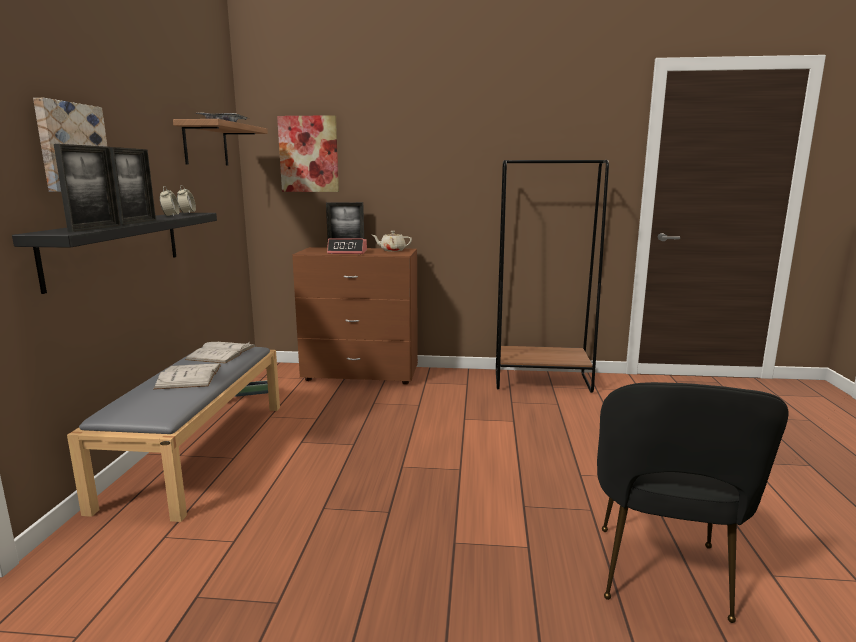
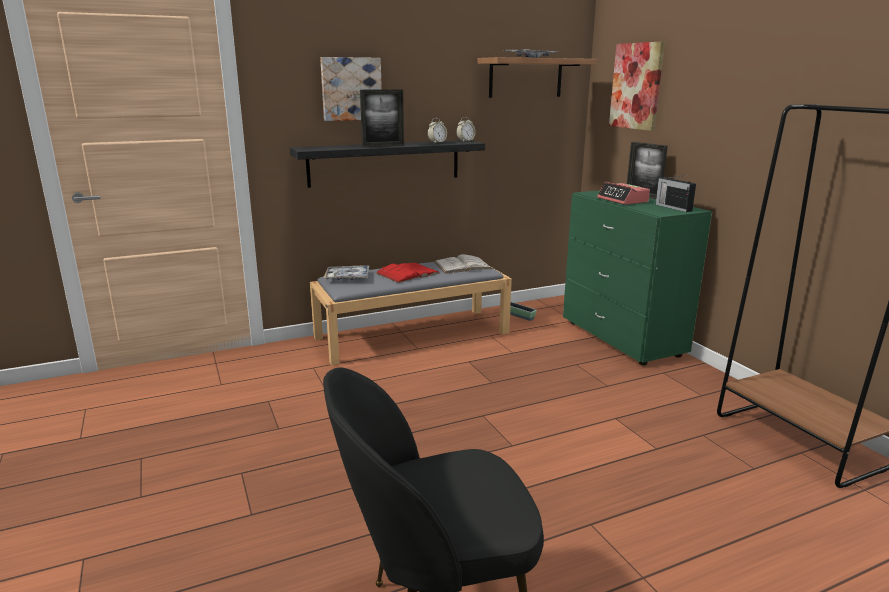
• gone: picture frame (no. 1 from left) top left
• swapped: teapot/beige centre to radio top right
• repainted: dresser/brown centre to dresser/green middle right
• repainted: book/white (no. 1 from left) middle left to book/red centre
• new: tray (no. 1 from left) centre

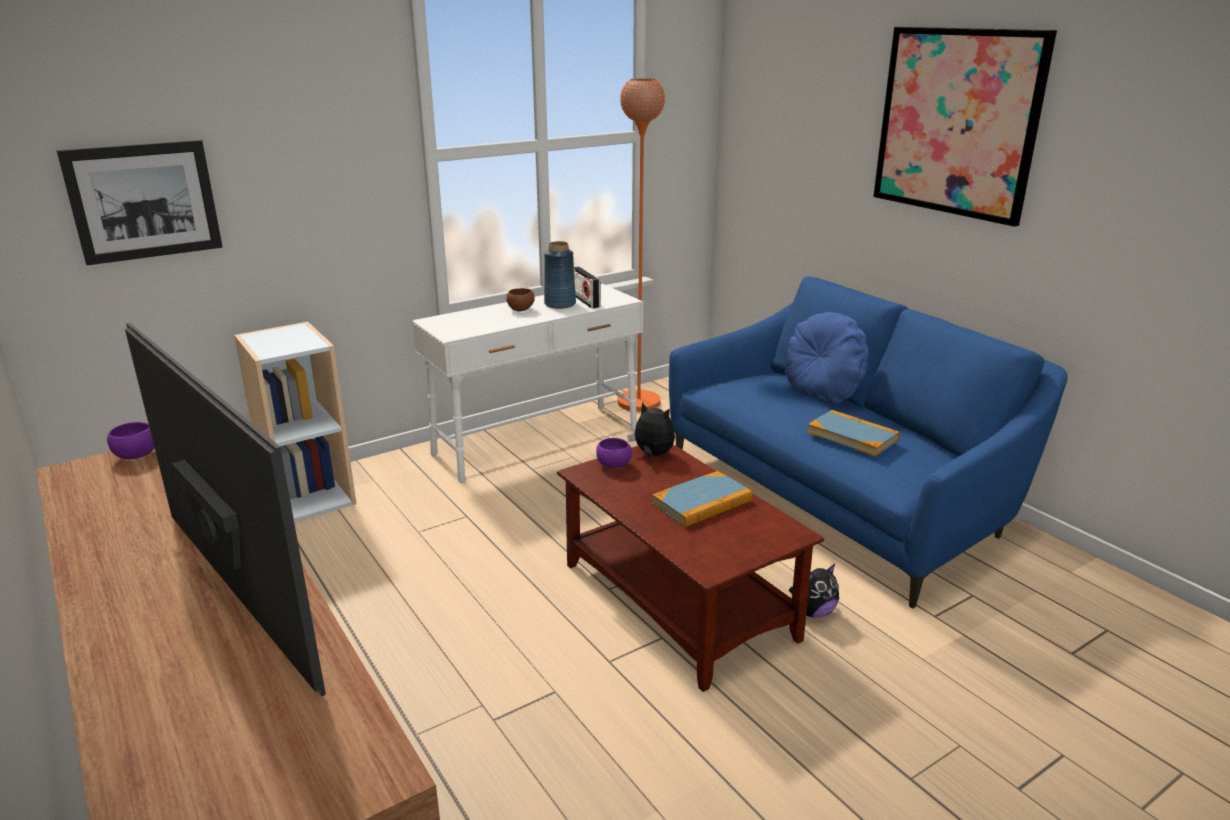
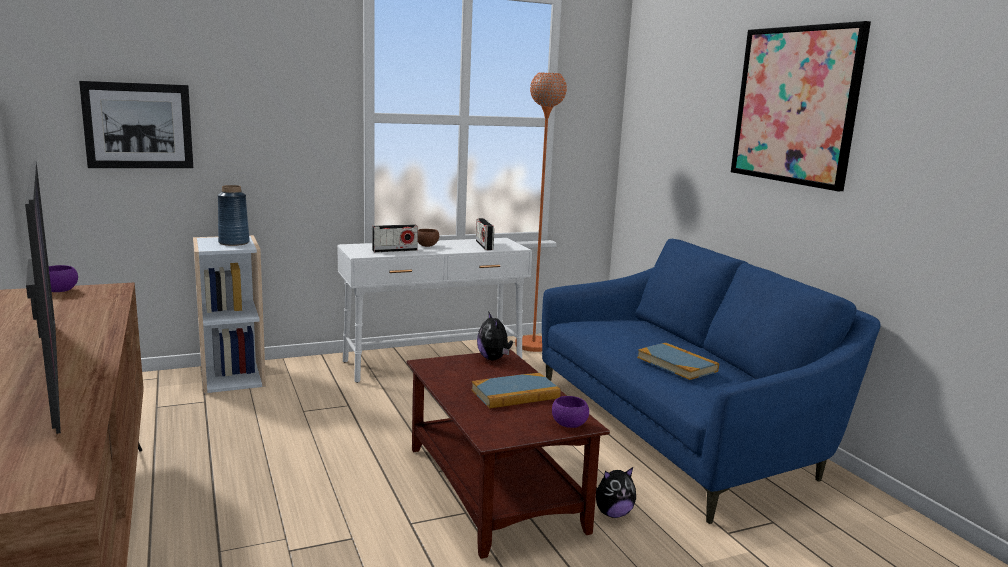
• shifted: vase/blue centre to middle left
• gone: pillow/blue middle right
• rotated: plush toy (no. 1 from left) centre = centre 150 degrees counterclockwise
• shifted: bowl/purple (no. 2 from left) centre to bottom centre
• new: radio (no. 1 from left) centre

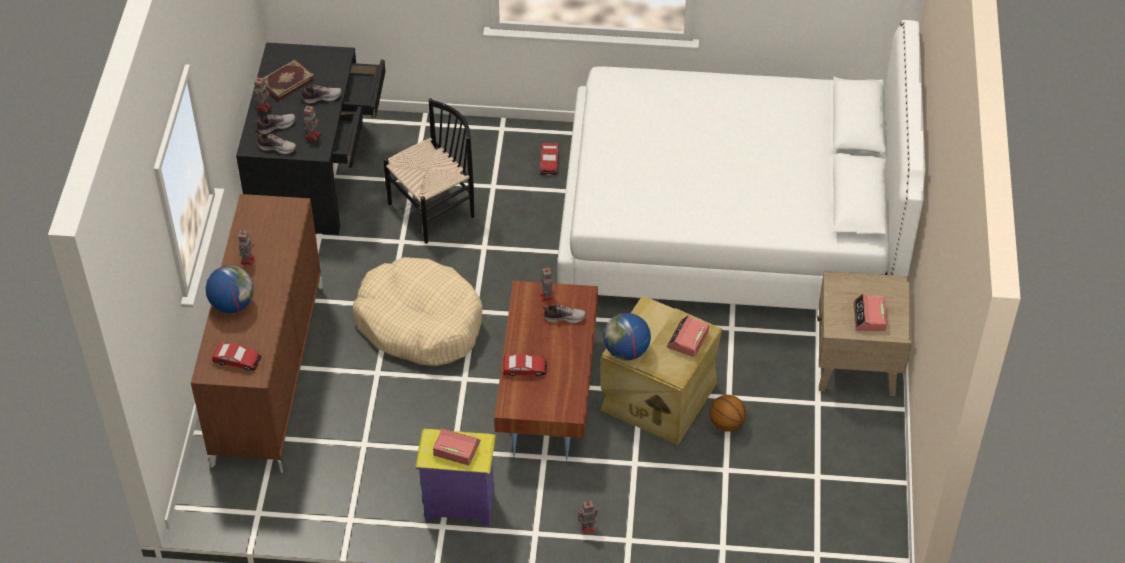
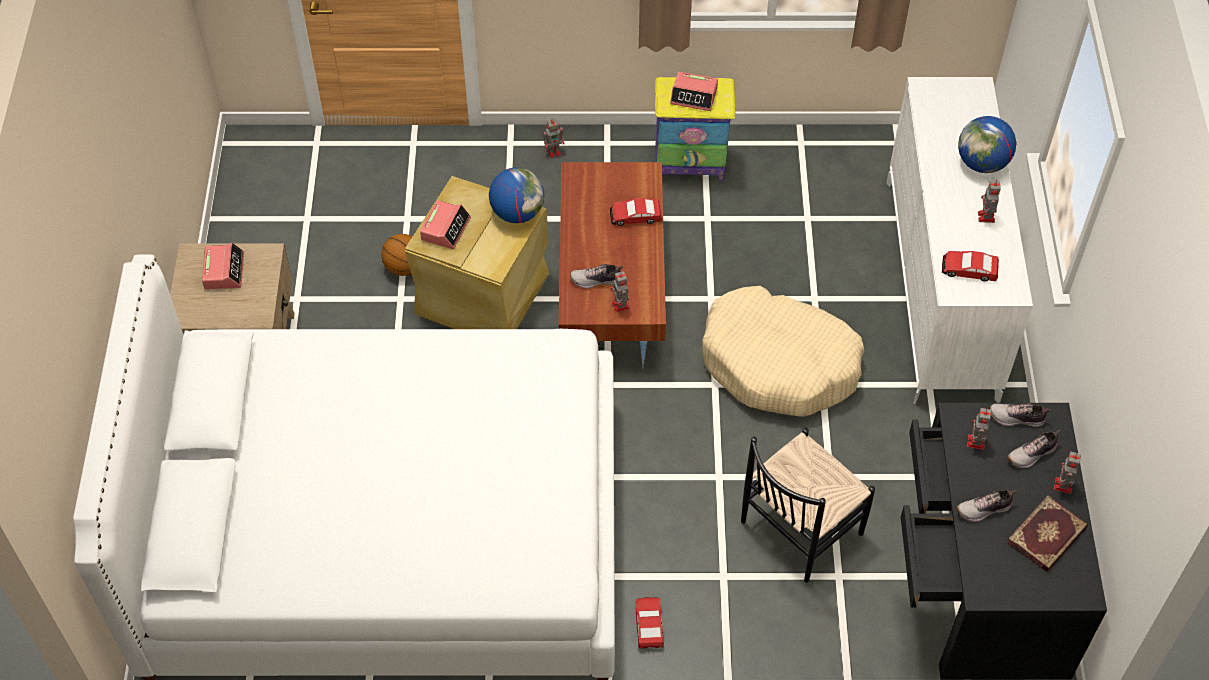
• repainted: dresser/brown middle left to dresser/white middle right
• shifted: toy car (no. 1 from left in the first image) middle left to toy car (no. 3 from left) middle right

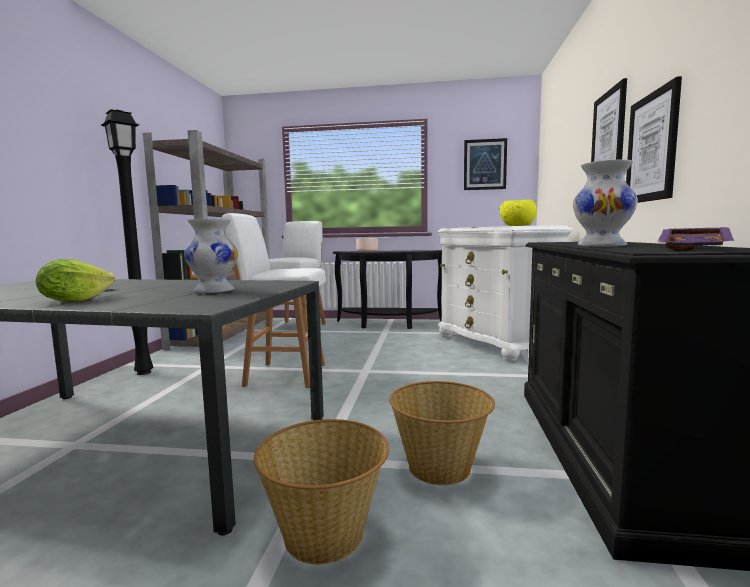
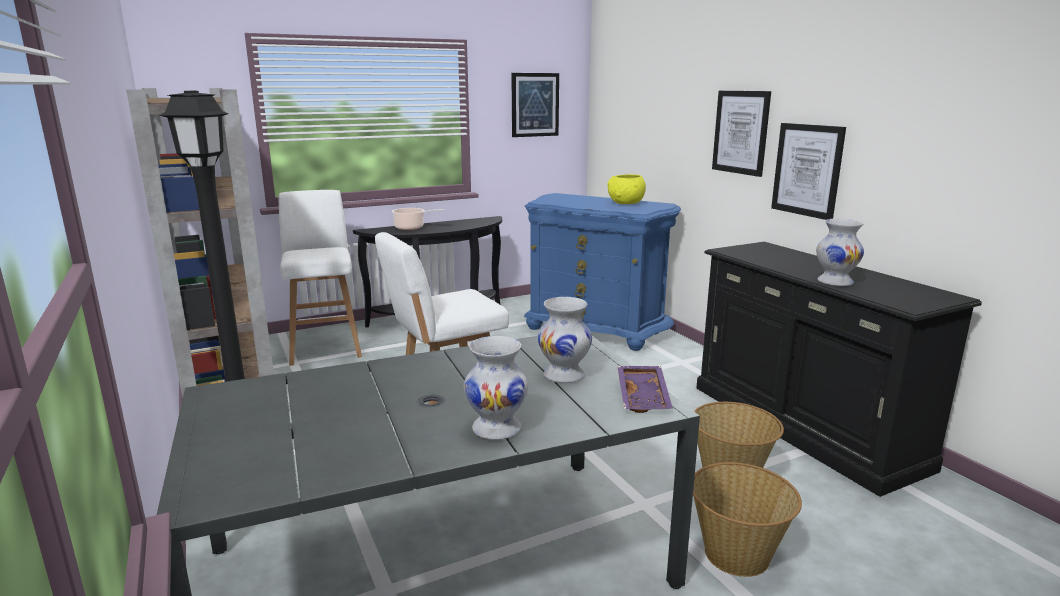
• repainted: dresser/white middle right to dresser/blue centre
• shifted: tray/purple middle right to centre
• swapped: lettuce middle left to vase/white (no. 1 from left) centre

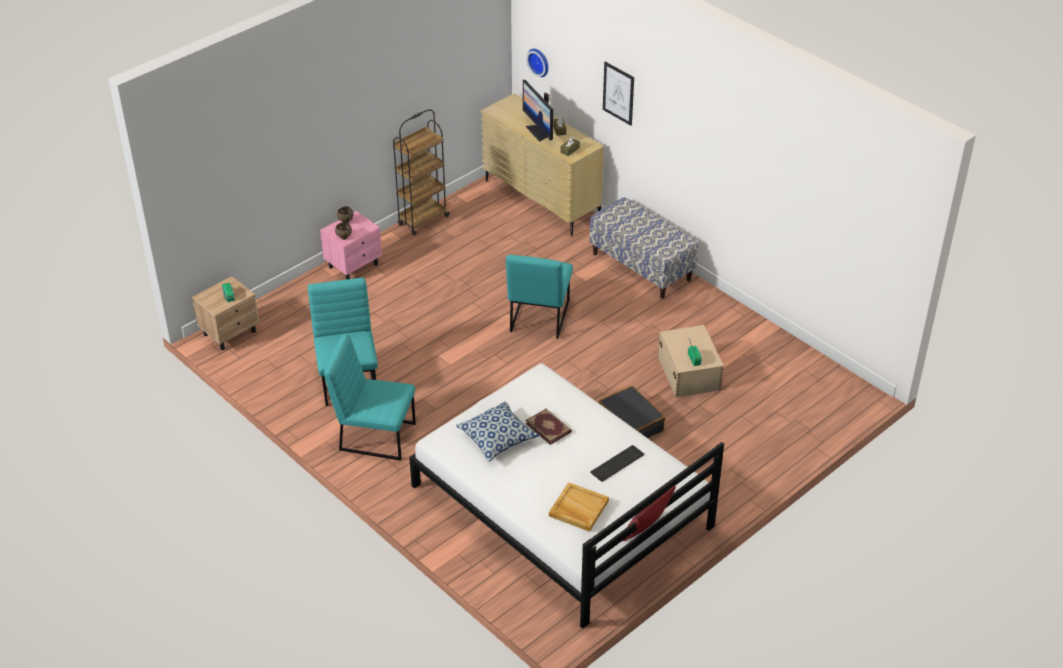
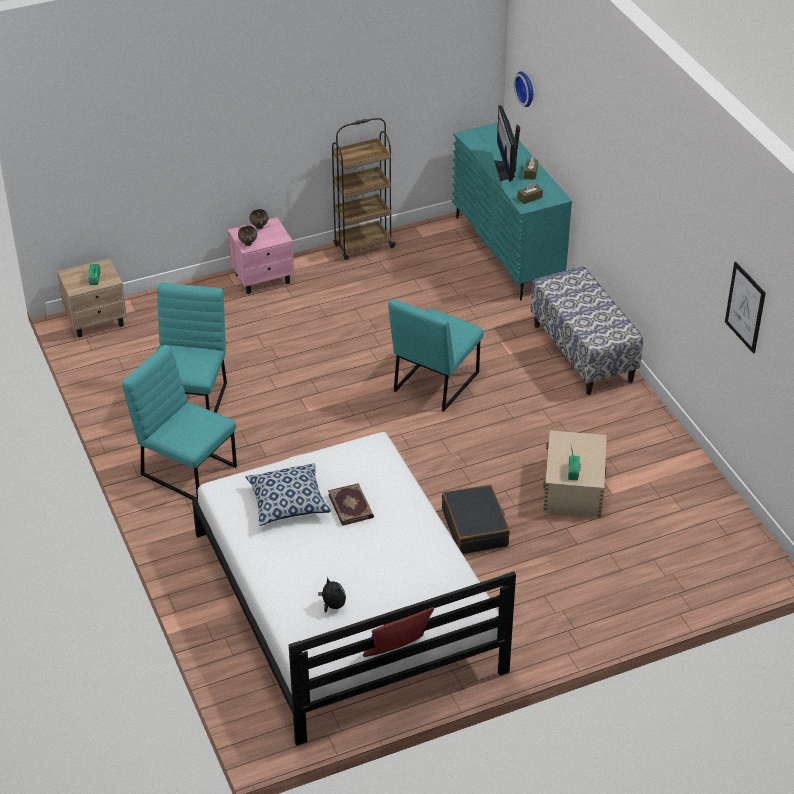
• shifted: picture top centre to middle right
• repainted: dresser/beige top centre to dresser/turquoise top centre
• gone: keyboard bottom centre
• swapped: tray/beige bottom centre to plush toy bottom centre

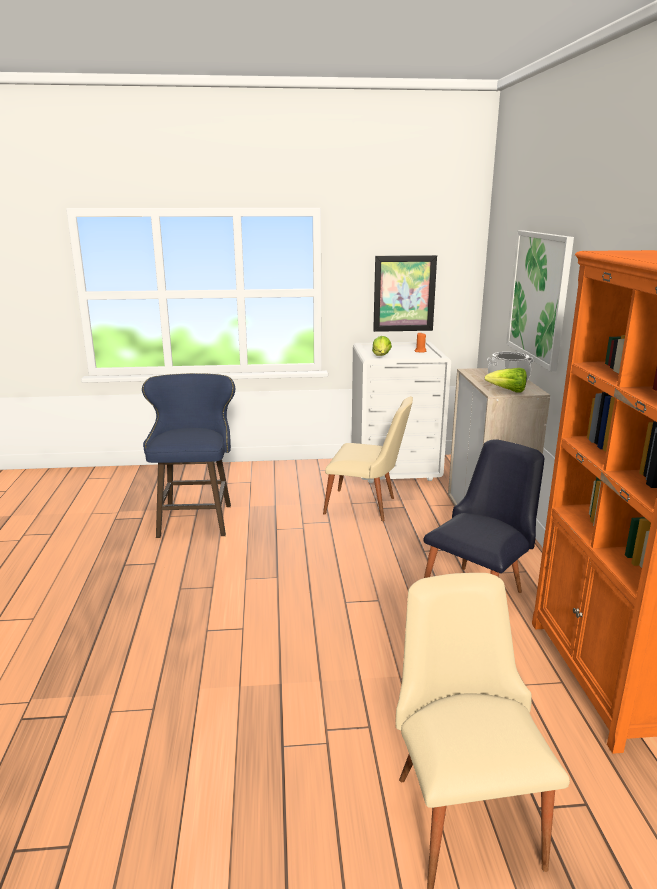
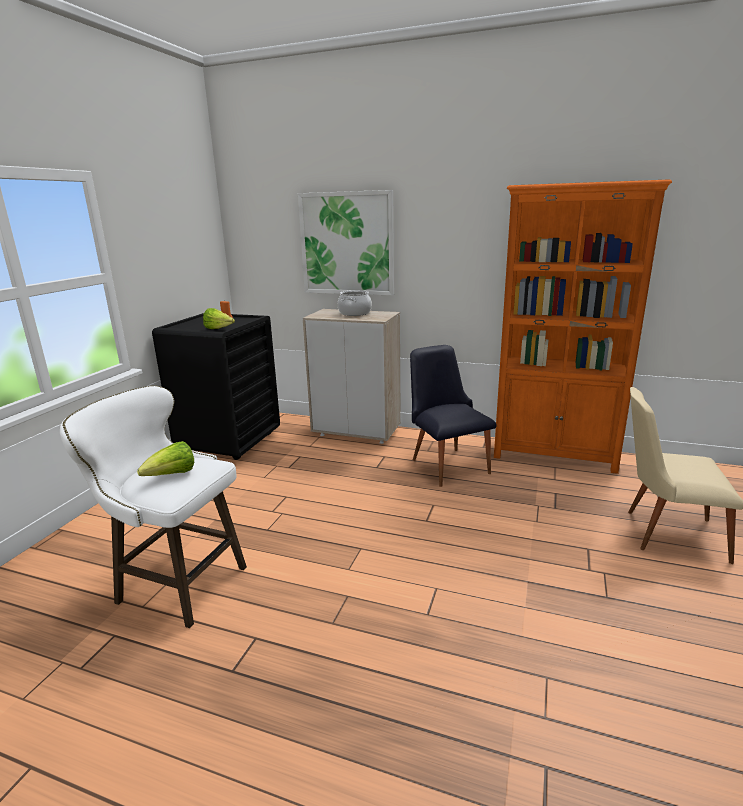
• gone: picture (no. 1 from left) top centre
• repainted: dresser/white centre to dresser/black middle left
• shifted: lettuce (no. 2 from left in the first image) middle right to lettuce (no. 1 from left) middle left
• repainted: stool/blue middle left to stool/white middle left
• gone: chair/beige (no. 1 from left) centre

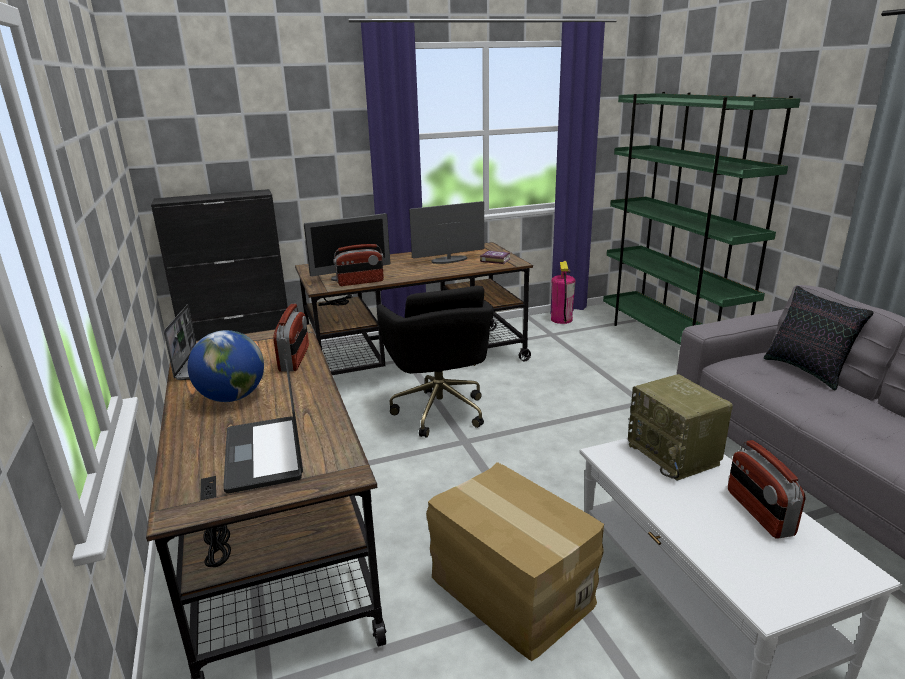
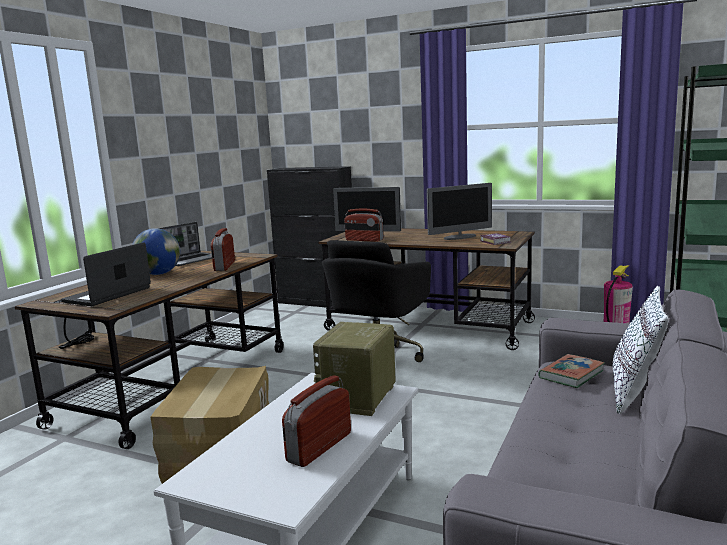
• rotated: monitor (no. 2 from left) centre = centre 135 degrees clockwise
• repainted: pillow/black middle right to pillow/white middle right
• rotated: radio (no. 1 from left) middle left = middle left 135 degrees clockwise
• new: book (no. 2 from left) bottom right

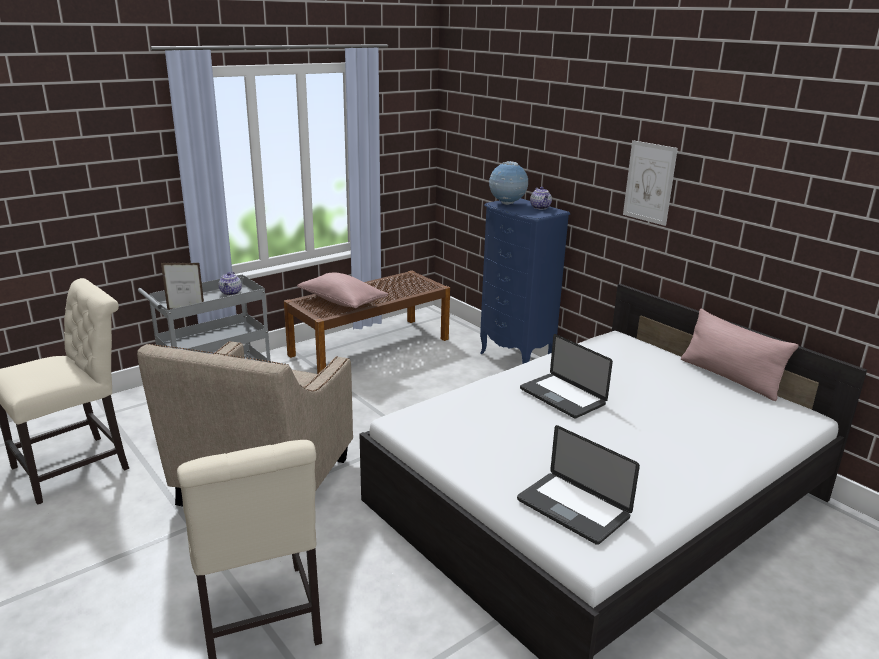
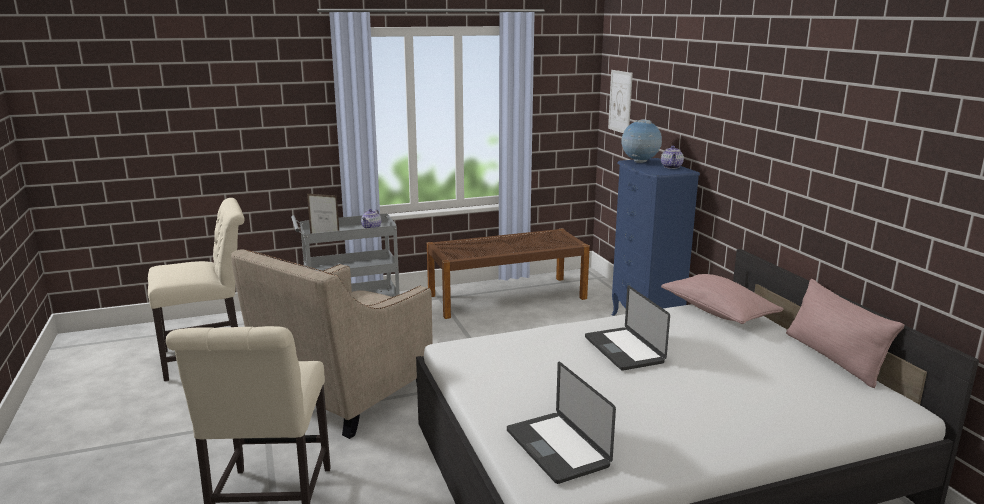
• shifted: picture top right to top centre
• shifted: pillow/pink (no. 1 from left) centre to middle right

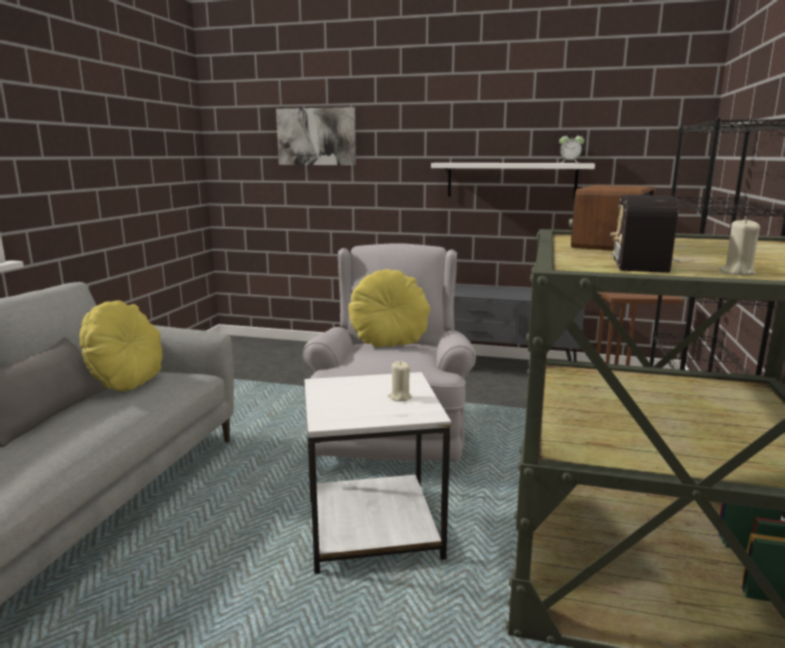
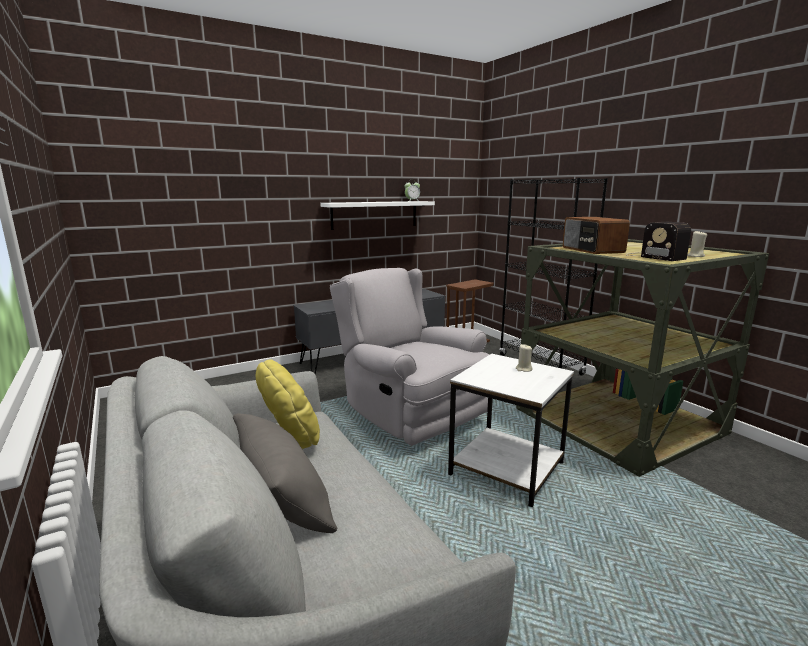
• gone: picture top centre
• gone: pillow/yellow (no. 2 from left) centre

